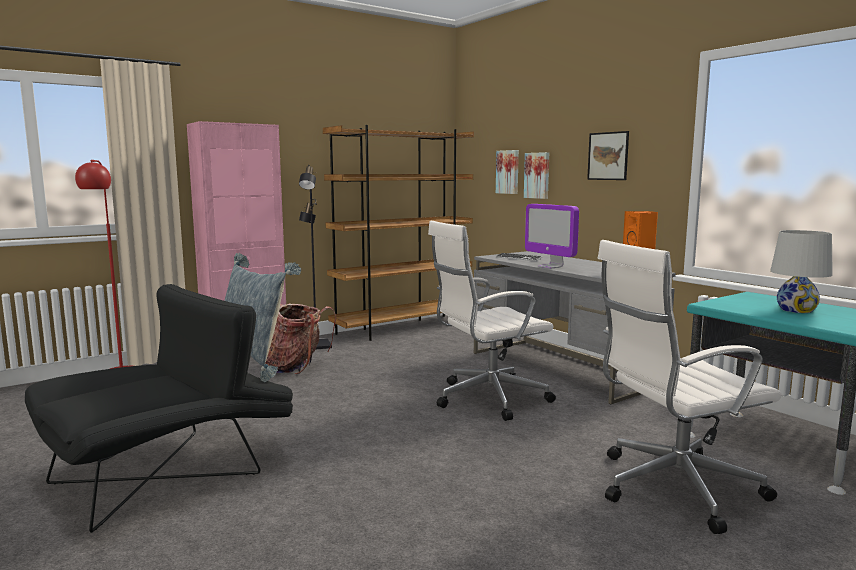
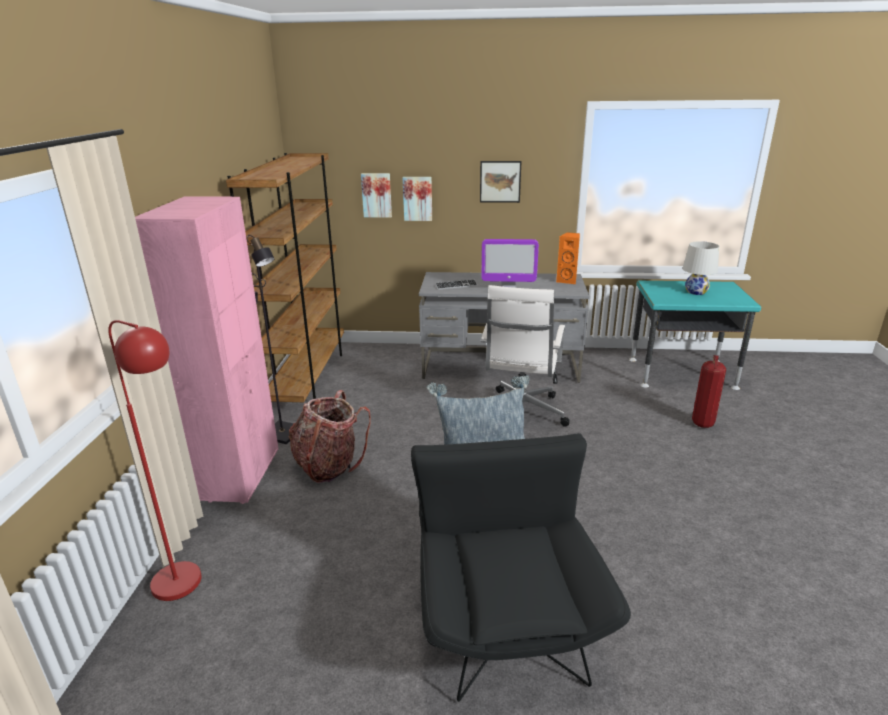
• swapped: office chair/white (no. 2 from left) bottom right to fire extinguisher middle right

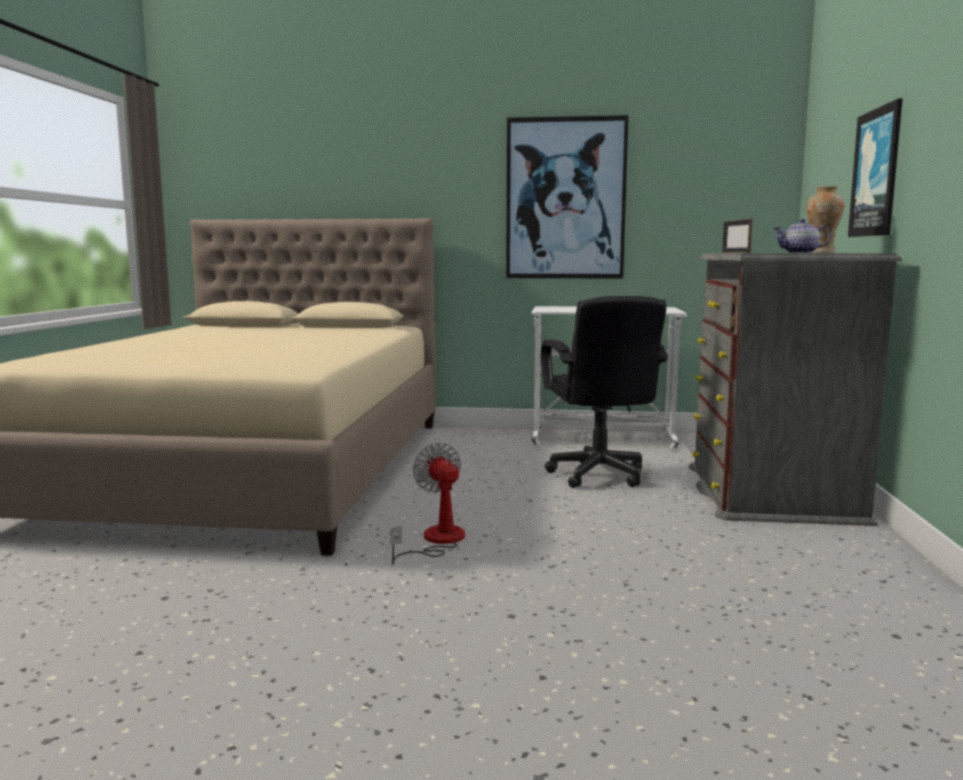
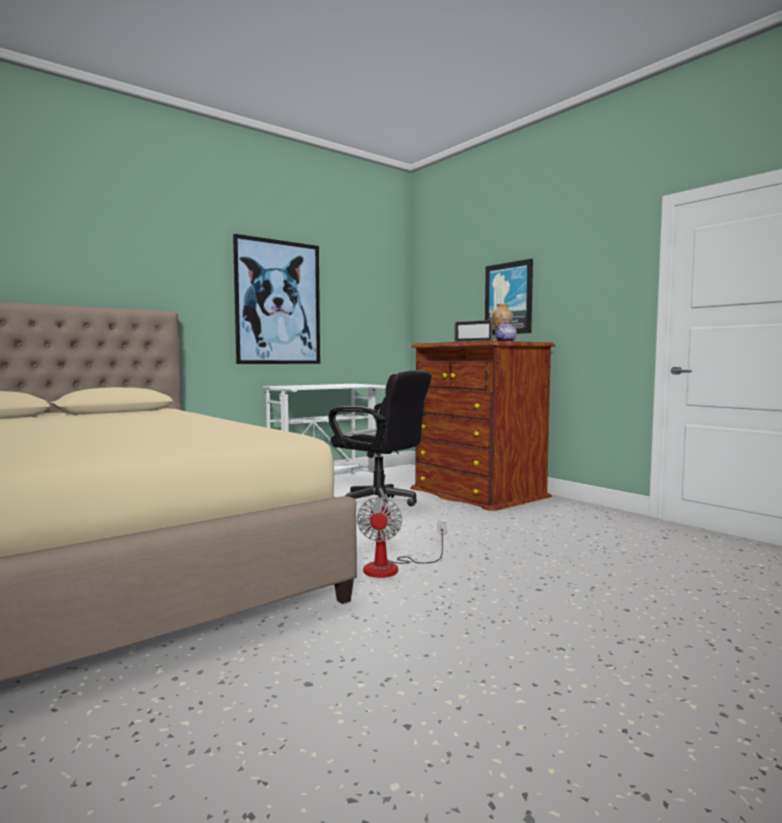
• repainted: dresser/grey middle right to dresser/brown centre
• rotated: fan centre = centre 105 degrees counterclockwise

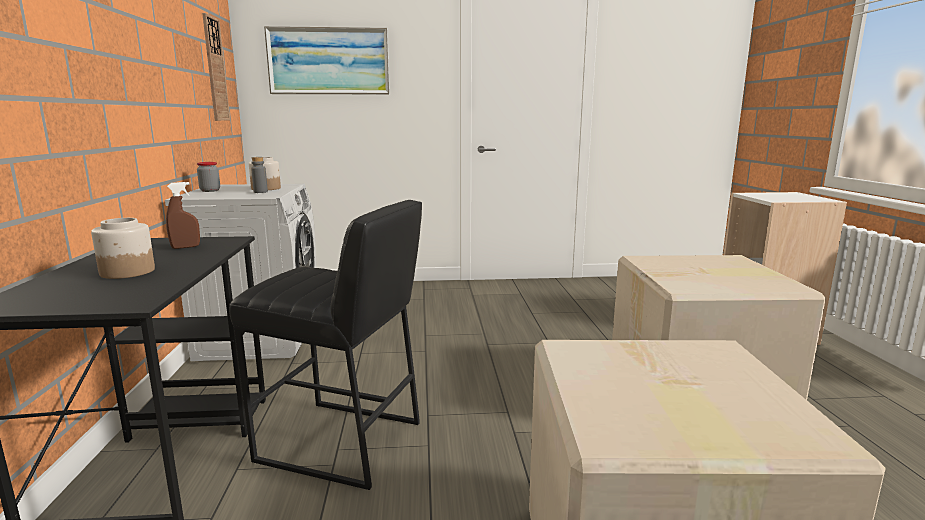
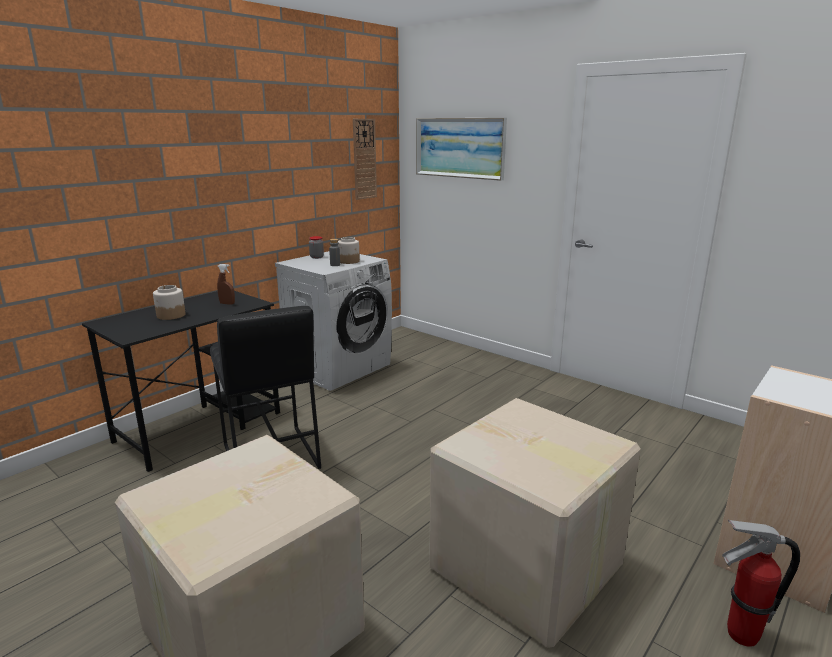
• new: fire extinguisher bottom right

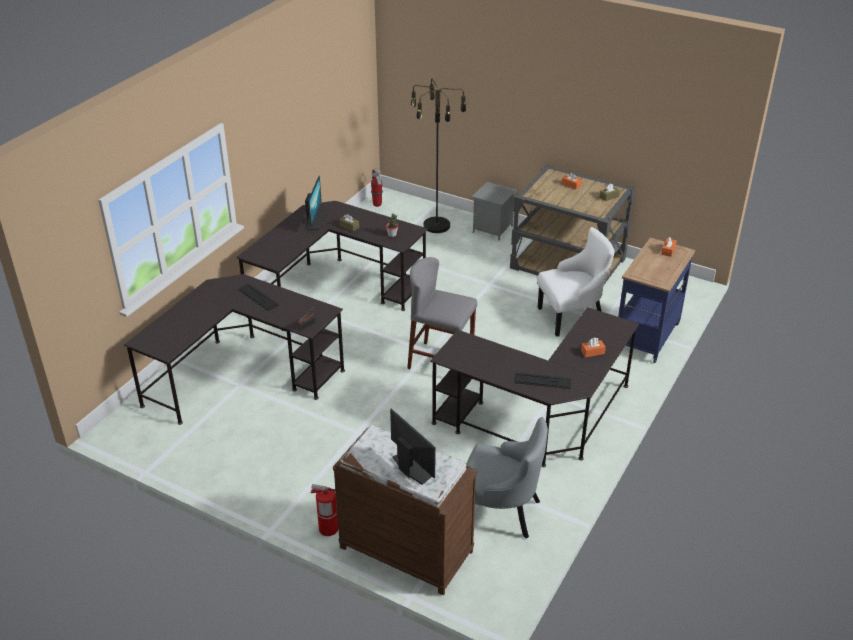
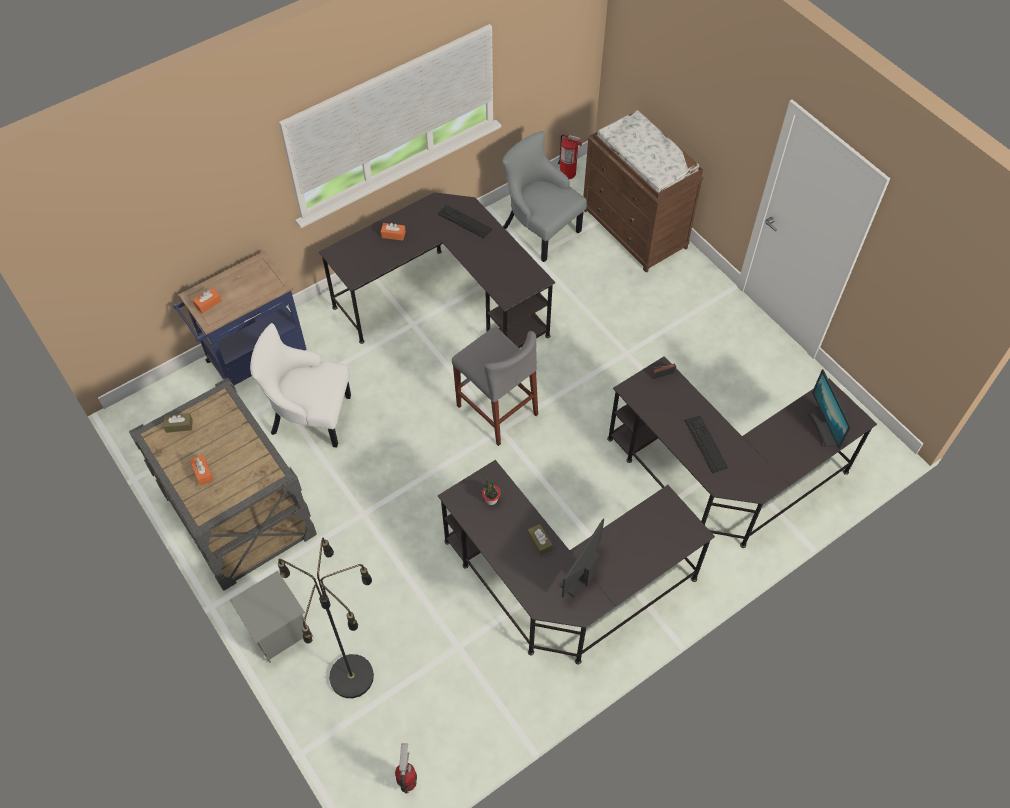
• shifted: monitor (no. 2 from left) bottom centre to middle right
• shifted: fire extinguisher (no. 1 from left in the first image) bottom centre to fire extinguisher (no. 2 from left) top centre

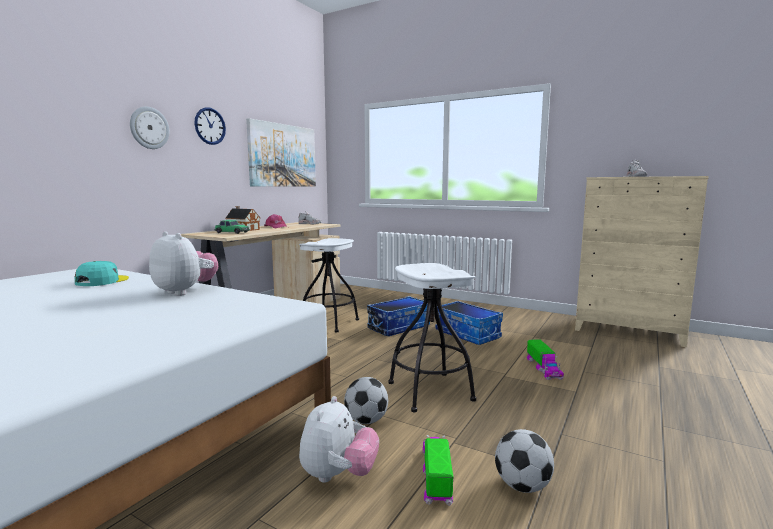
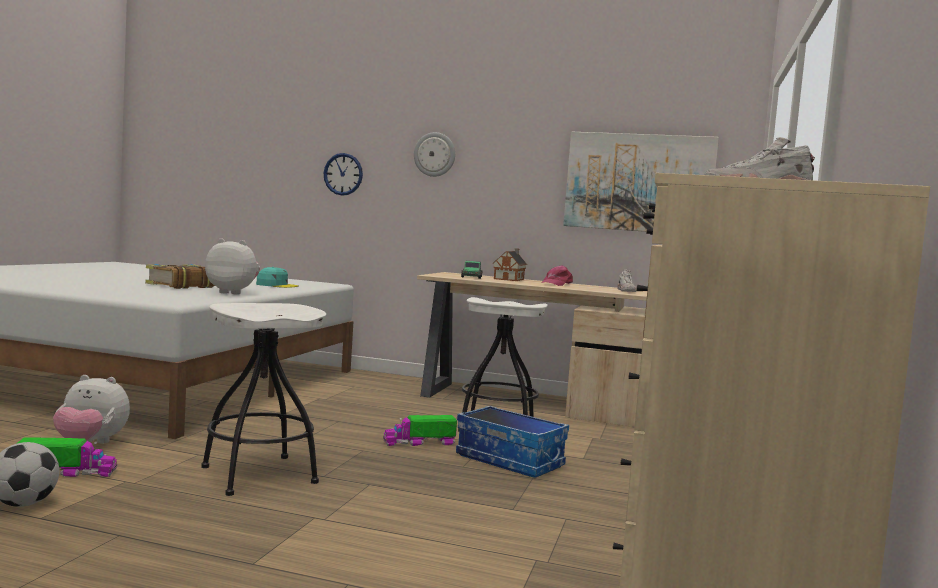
• shifted: wall clock (no. 2 from left in the first image) top left to wall clock (no. 1 from left) top centre
• rotated: plush toy (no. 1 from left in the first image) middle left = middle left 105 degrees counterclockwise
• gone: storage box (no. 2 from left) centre
• shifted: toy truck (no. 2 from left) bottom right to bottom centre
• gone: football (no. 1 from left) bottom centre
• new: book middle left

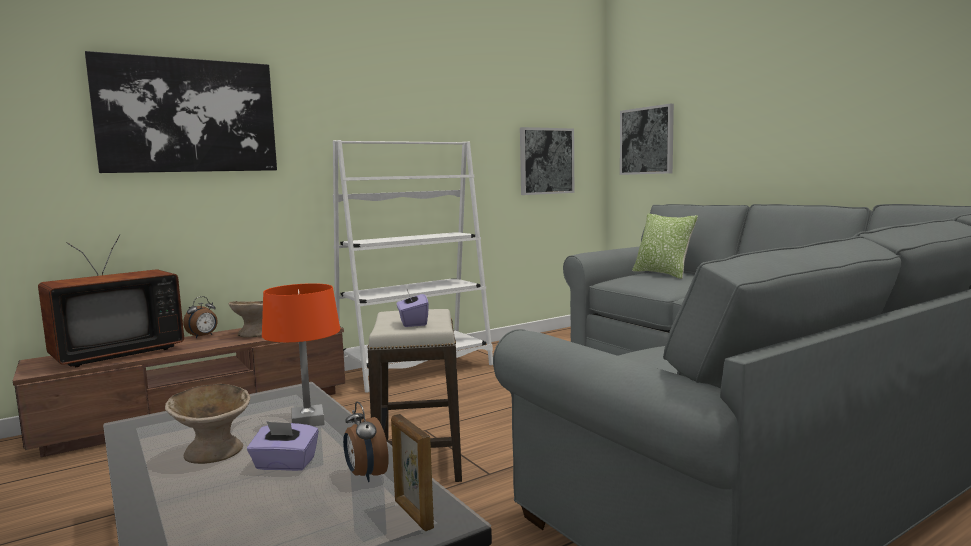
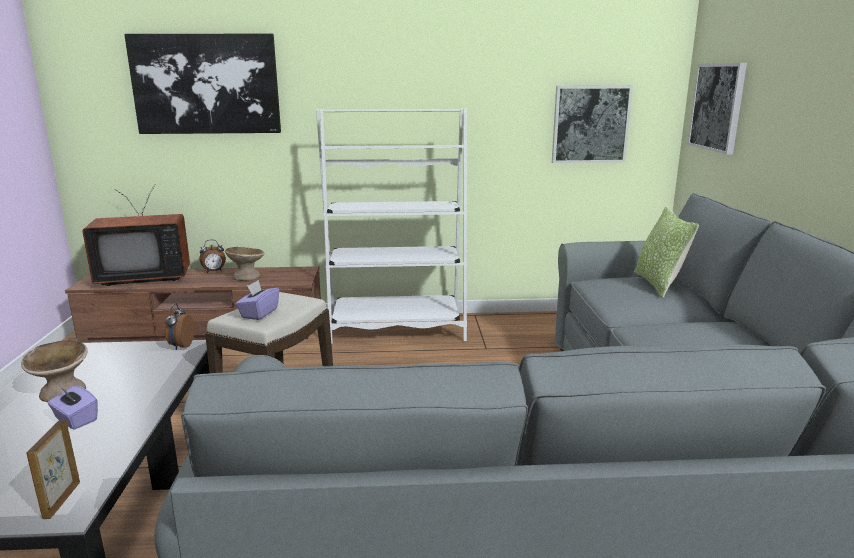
• gone: table lamp/orange middle left
• shifted: alarm clock (no. 2 from left in the first image) bottom centre to alarm clock (no. 1 from left) middle left

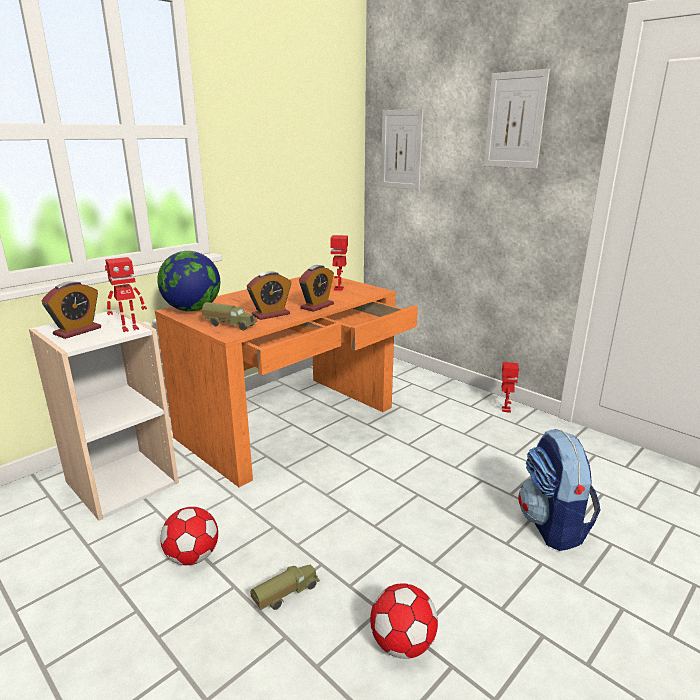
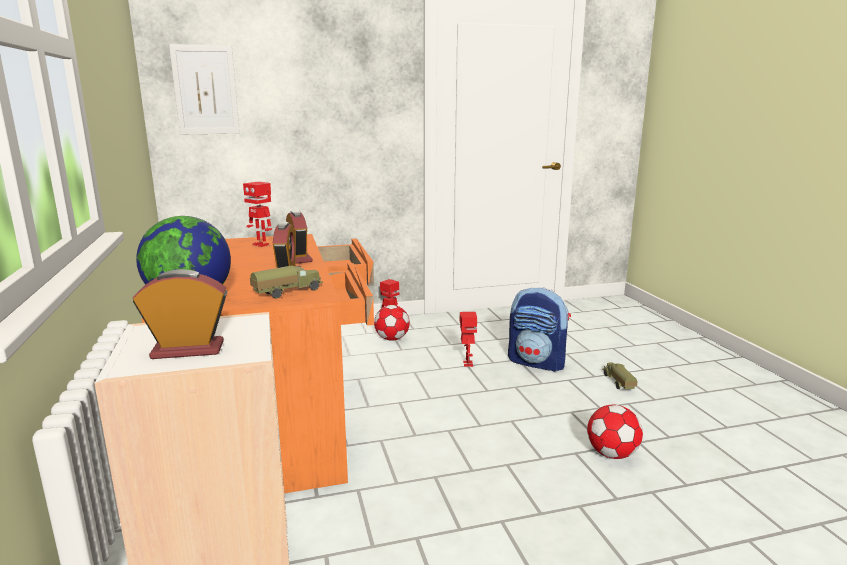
• gone: picture (no. 2 from left) top right
• shifted: toy robot (no. 1 from left in the first image) middle left to toy robot (no. 3 from left) centre
• rotated: alarm clock (no. 1 from left) middle left = middle left 75 degrees counterclockwise
• shifted: football (no. 1 from left) bottom left to centre
• shifted: toy truck (no. 2 from left) bottom centre to middle right

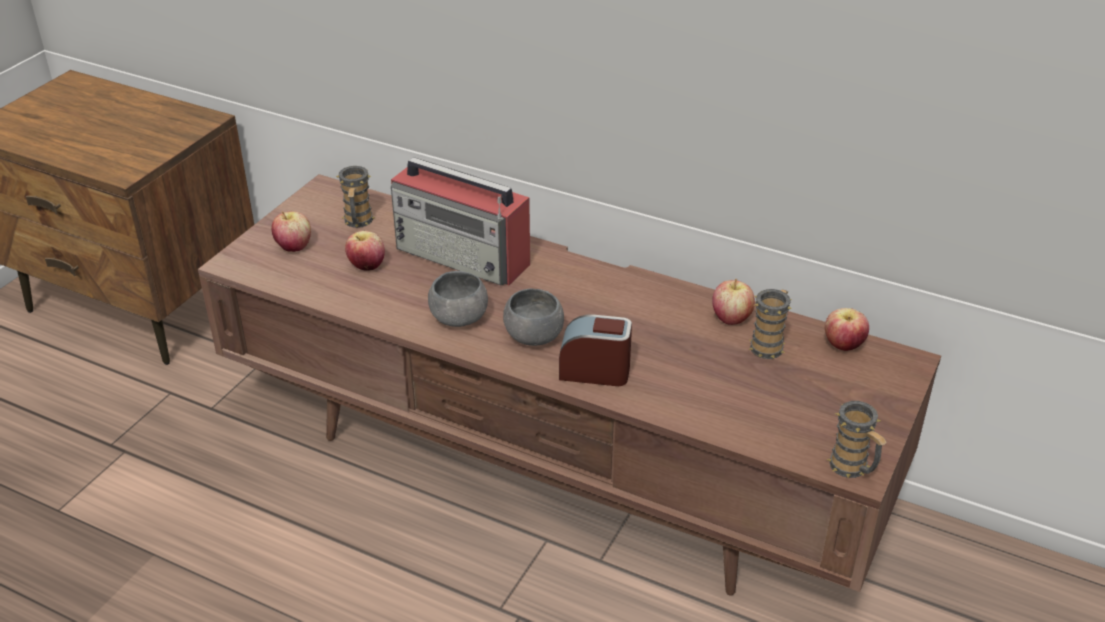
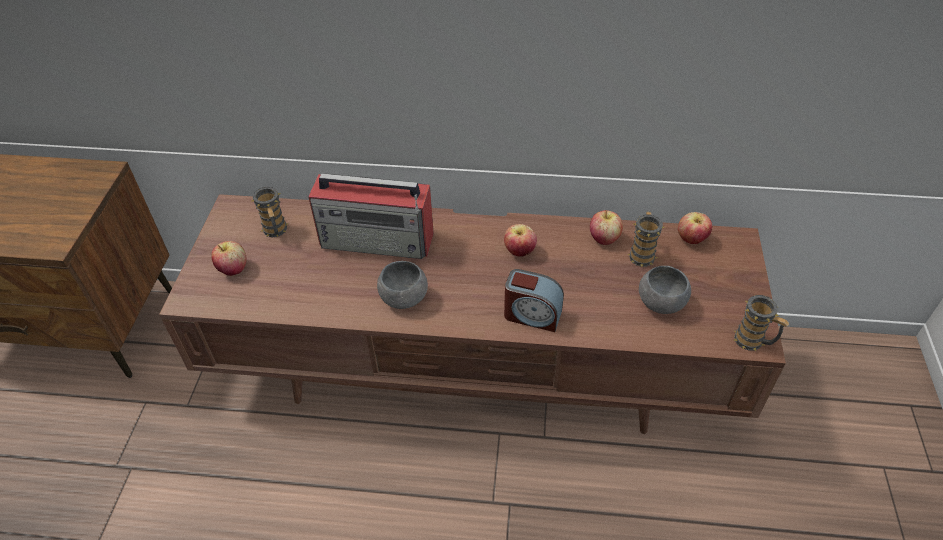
• shifted: apple (no. 2 from left) middle left to centre
• shifted: bowl/grey (no. 2 from left) centre to middle right
• rotated: alarm clock centre = centre 150 degrees counterclockwise

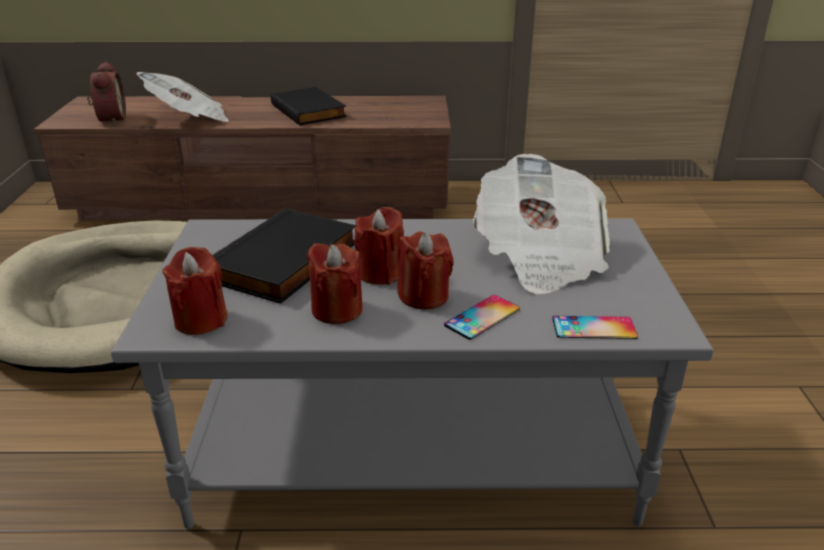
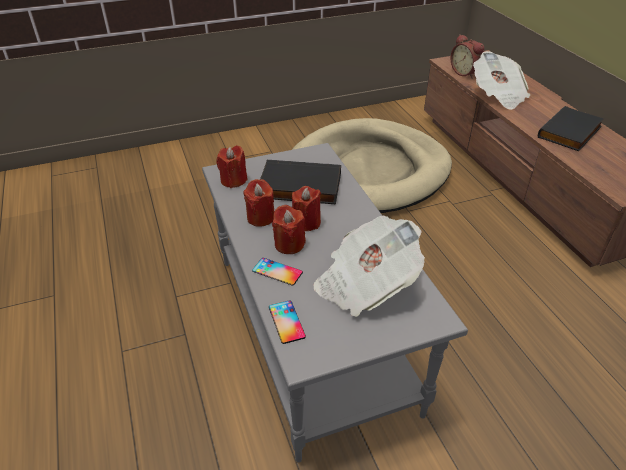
• rotated: alarm clock top left = top right 90 degrees clockwise

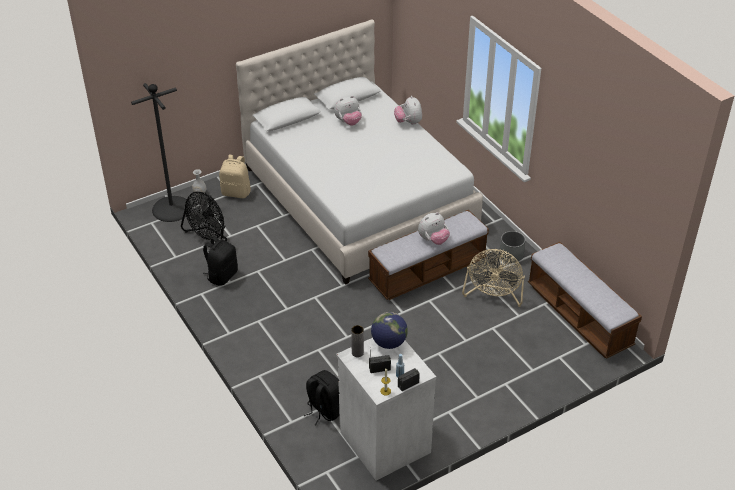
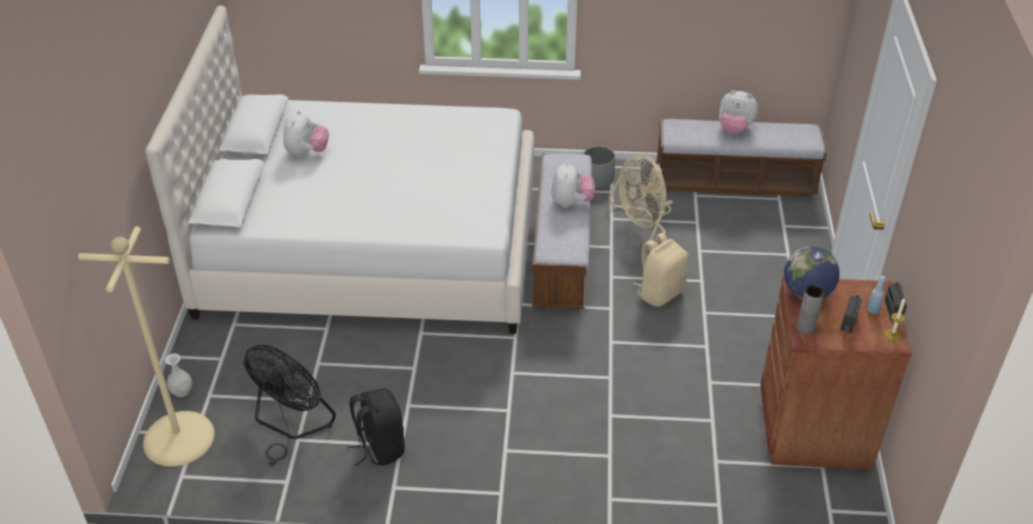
• repainted: clothes rack/black top left to clothes rack/beige middle left
• shifted: plush toy (no. 2 from left in the first image) top centre to plush toy (no. 3 from left) top right
• shifted: backpack/beige middle left to centre
• rotated: fan/black middle left = bottom left 135 degrees counterclockwise
• rotated: fan/beige middle right = centre 105 degrees clockwise
• repainted: dresser/white bottom centre to dresser/brown bottom right
• gone: backpack/black (no. 2 from left) bottom centre

